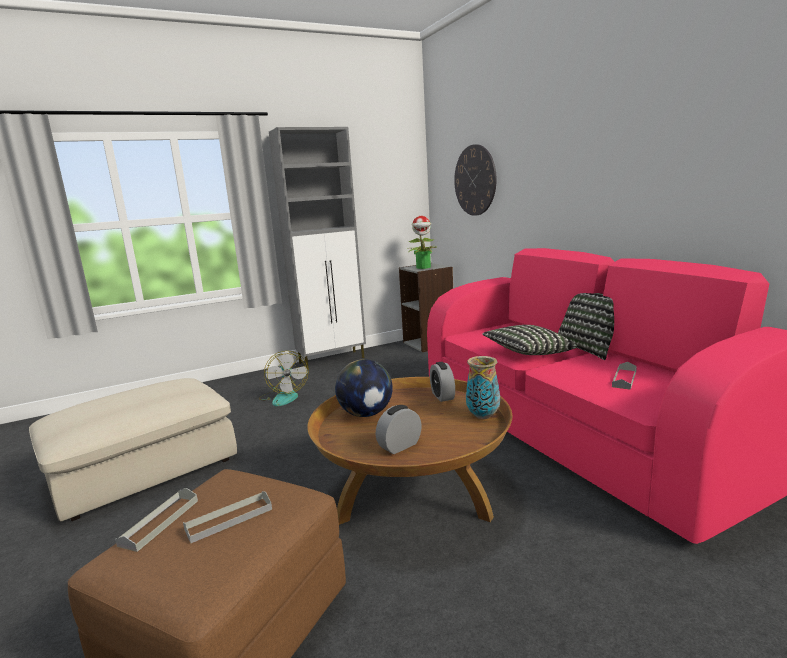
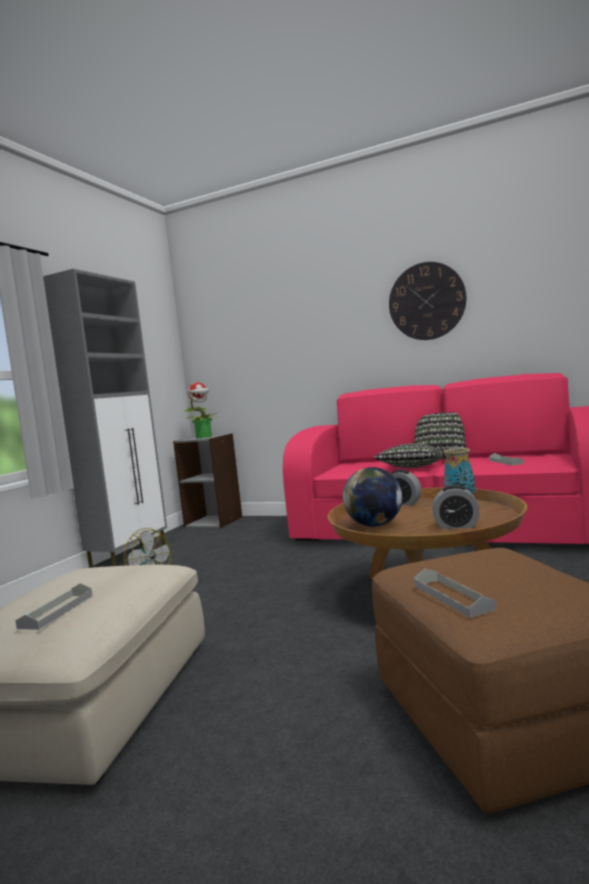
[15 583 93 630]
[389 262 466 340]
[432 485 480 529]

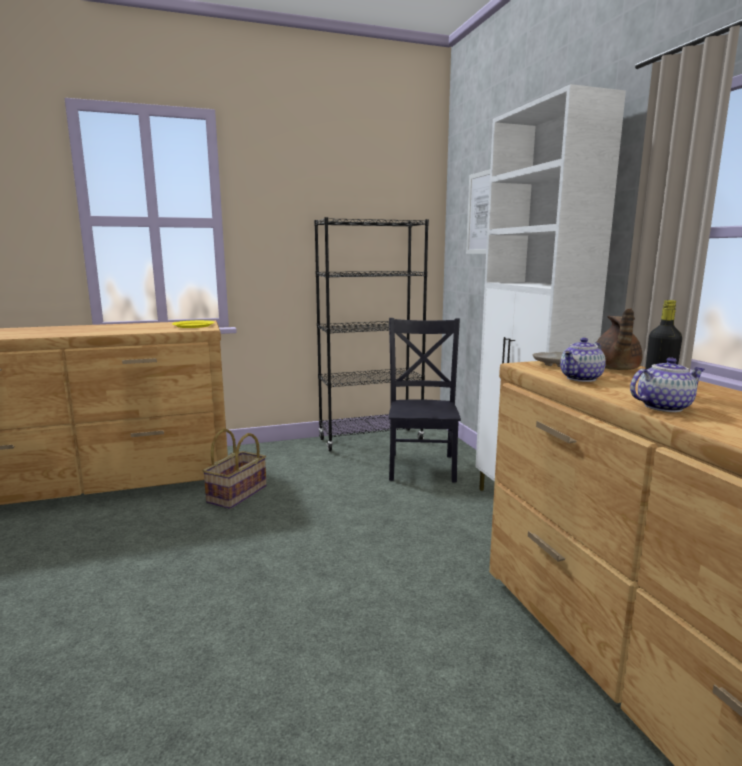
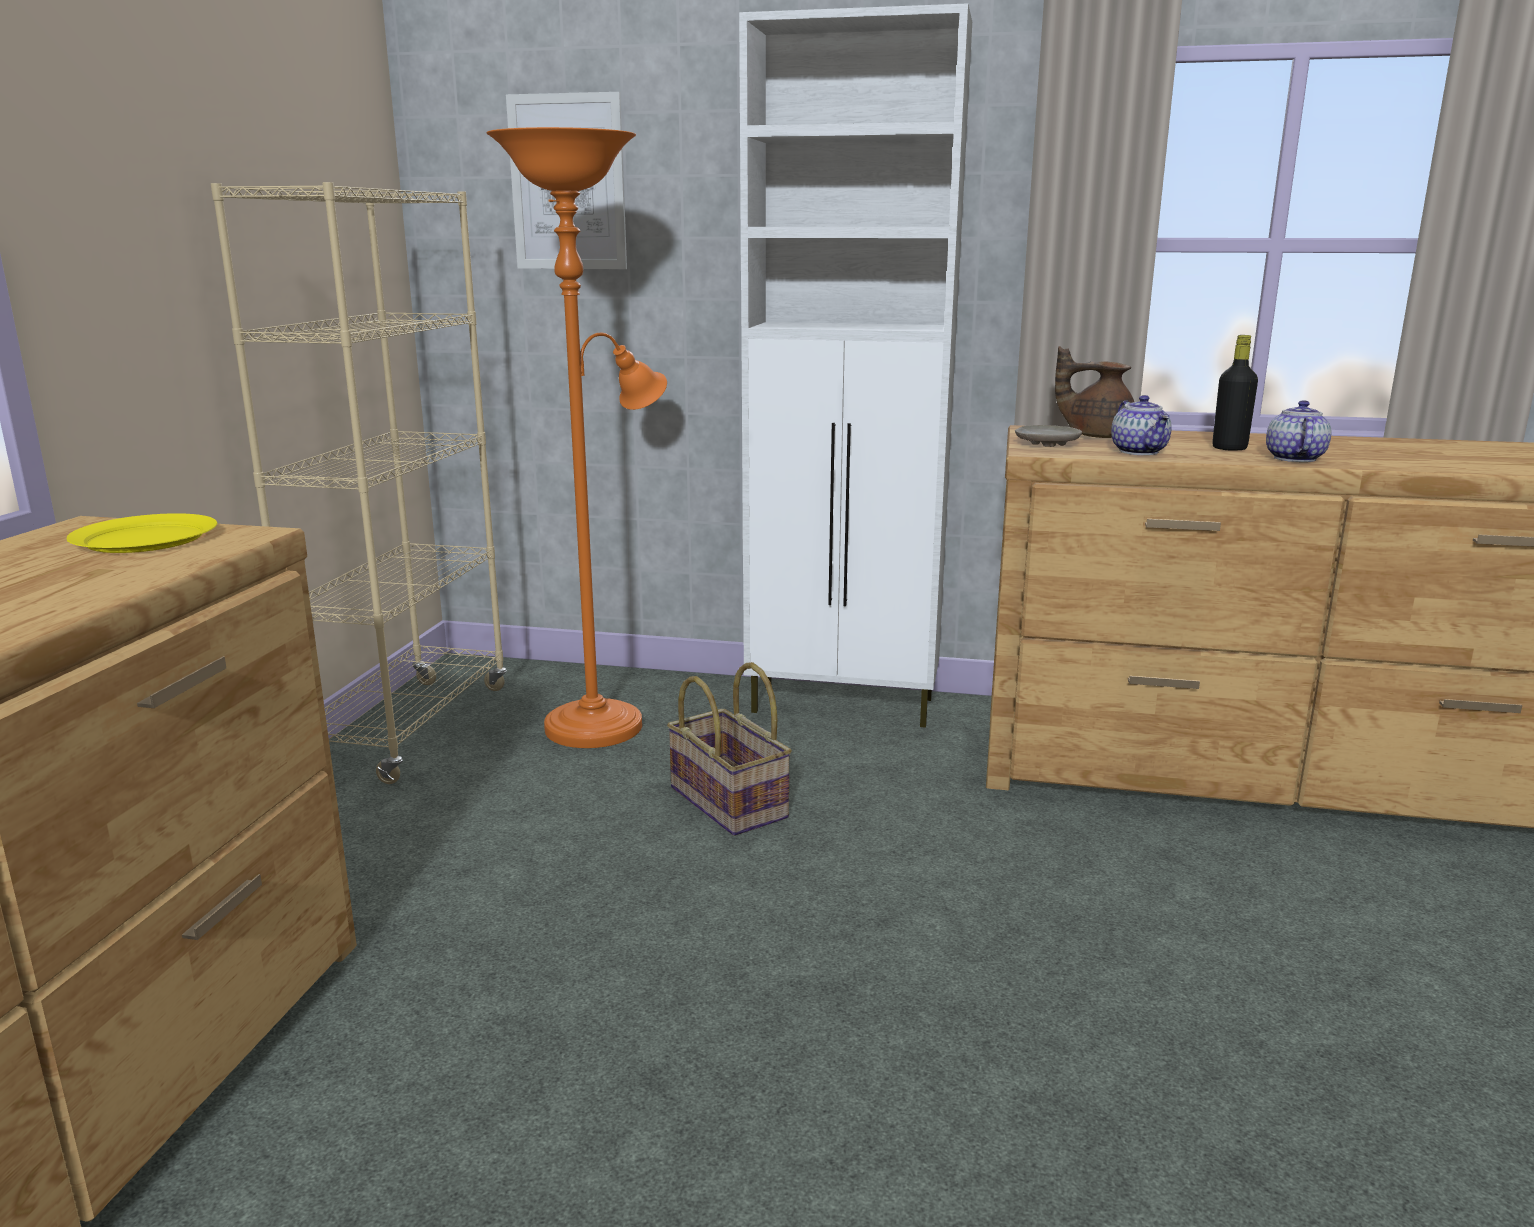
[211 182 507 784]
[486 127 667 748]
[667 662 792 836]
[1055 346 1134 438]

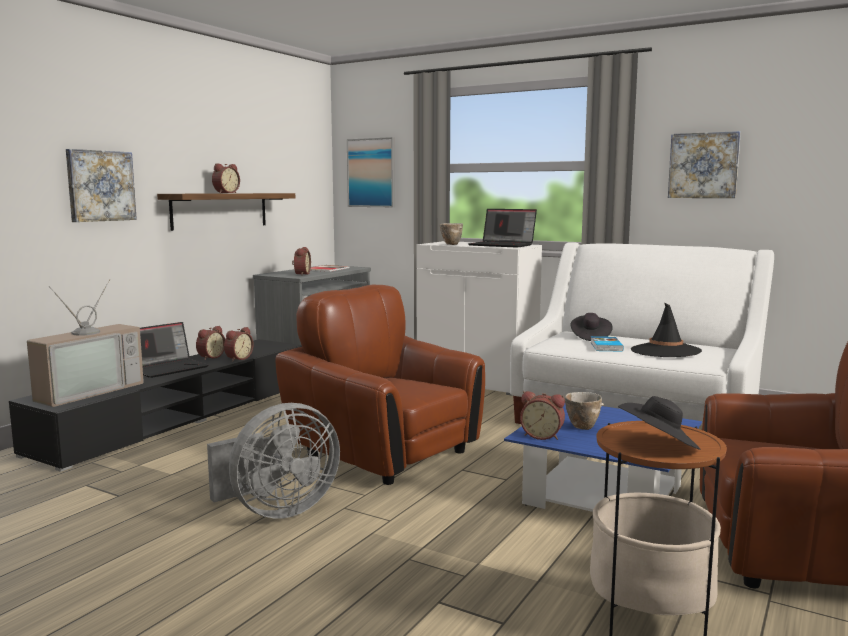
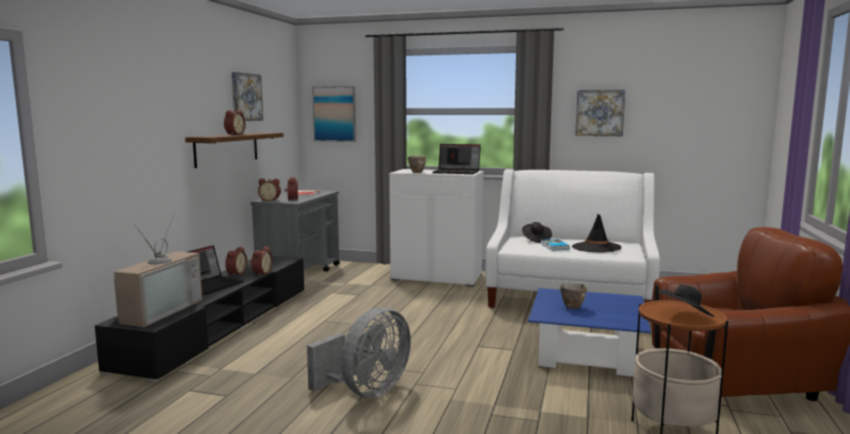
[232 72 263 121]
[258 179 281 201]
[276 285 485 485] (first image)

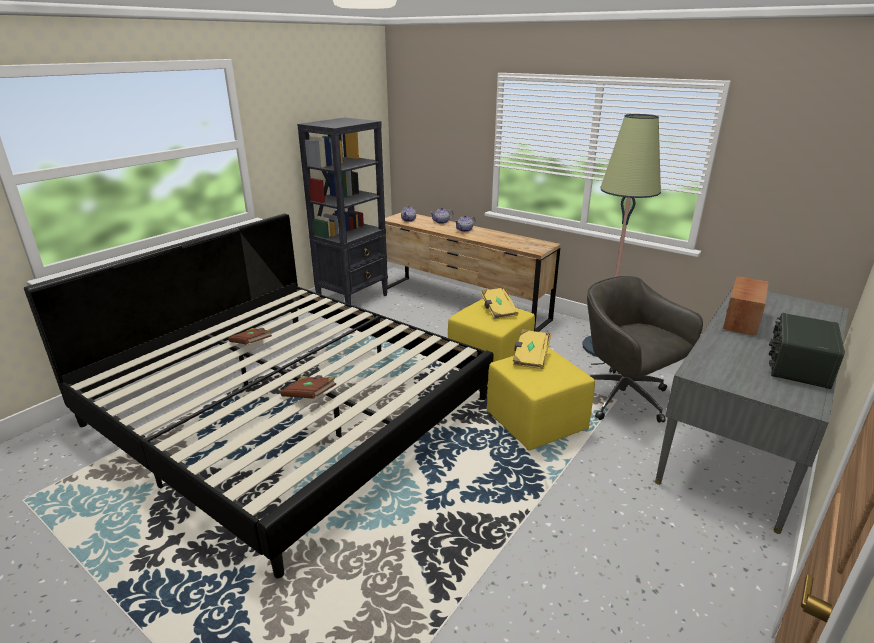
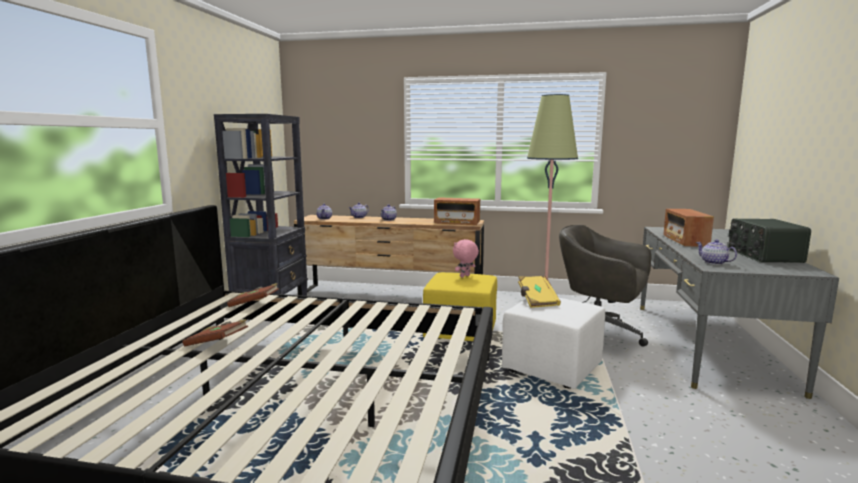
[227 283 279 307]
[434 197 480 225]
[453 239 479 277]
[502 298 605 389]
[696 239 737 265]

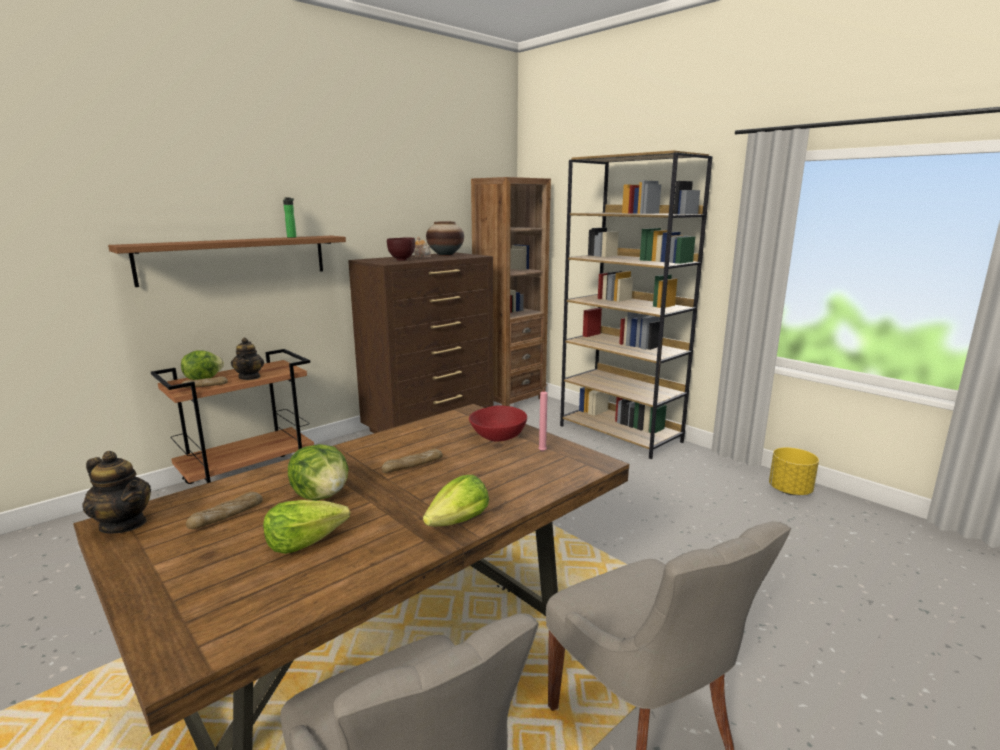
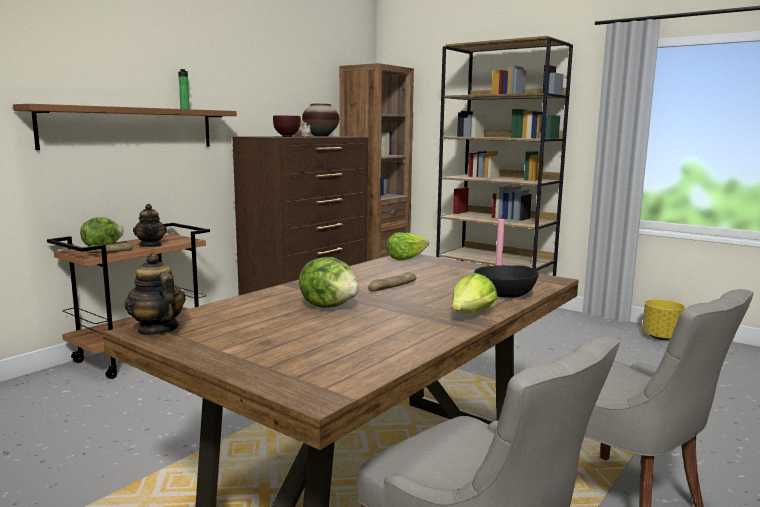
[125 253 186 336]
[386 232 429 260]
[474 265 539 298]
[186 492 263 529] (first image)
[469 405 527 442] (first image)

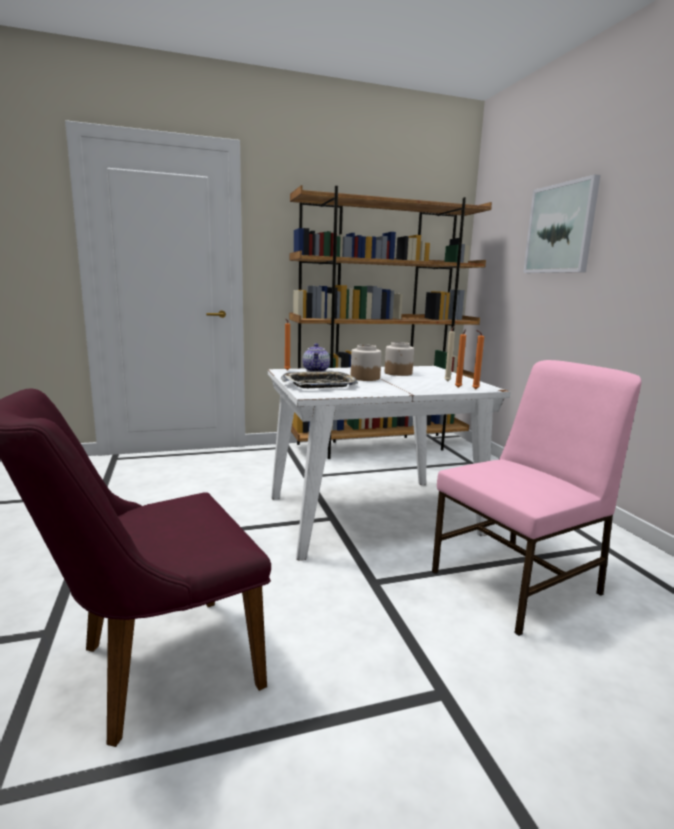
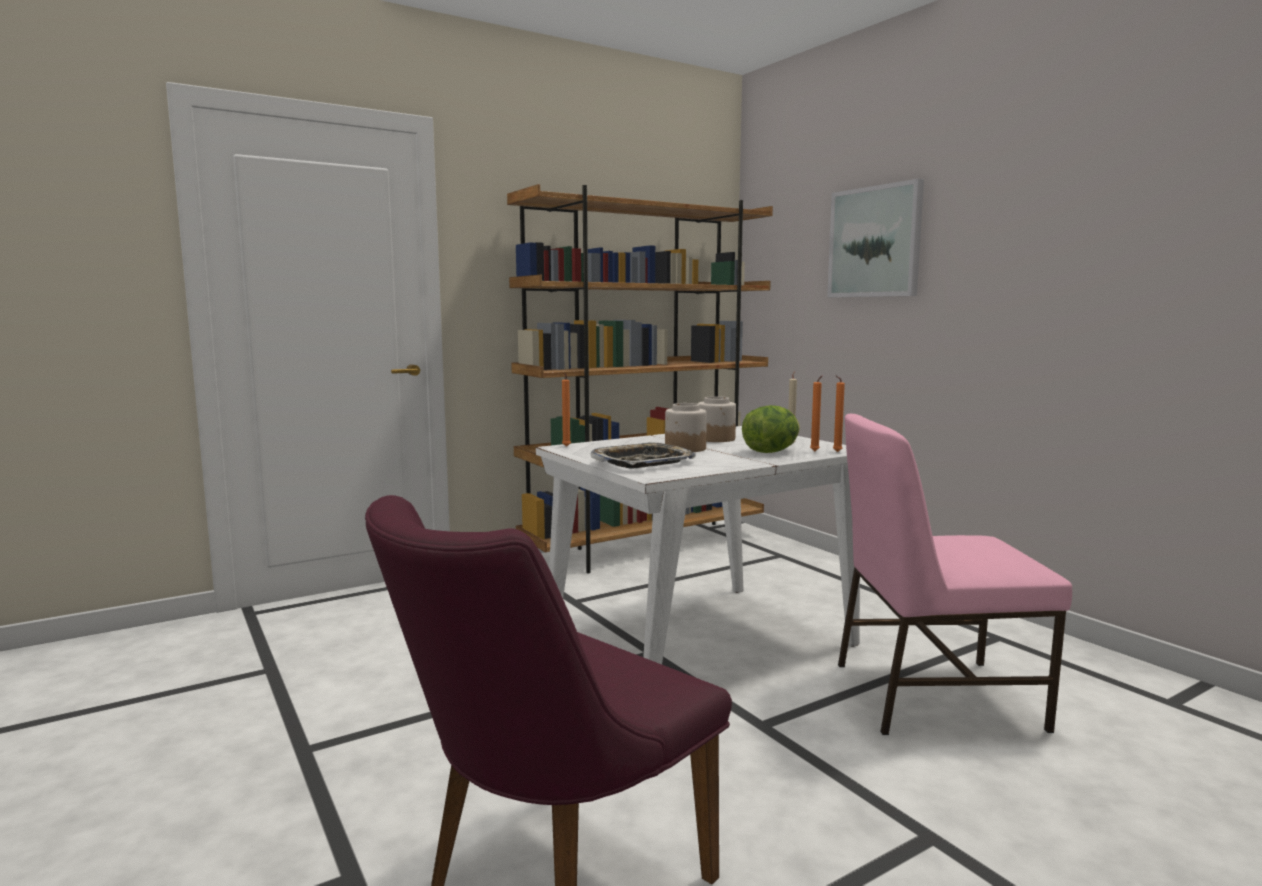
[742 405 800 453]
[838 414 1072 735]
[303 343 330 372] (first image)

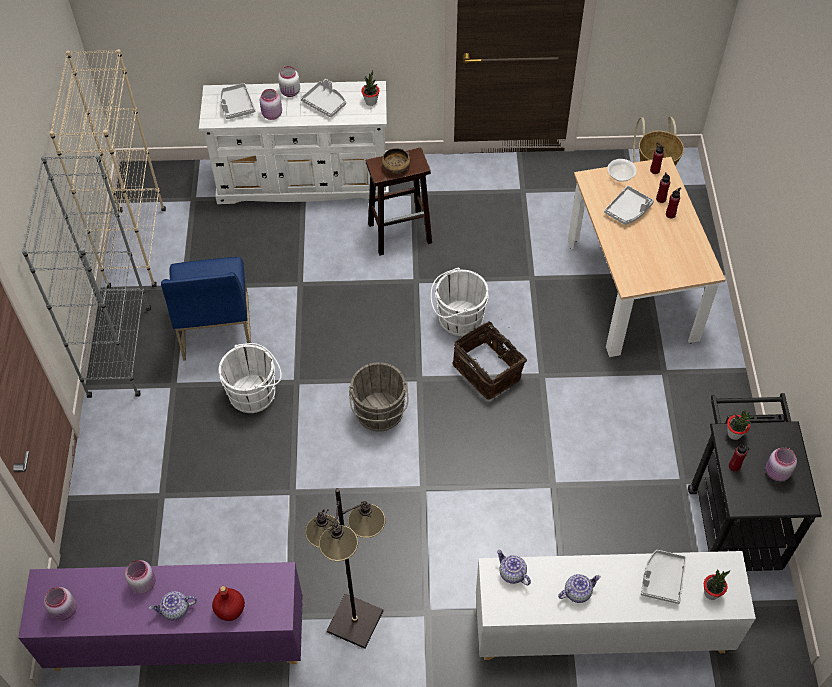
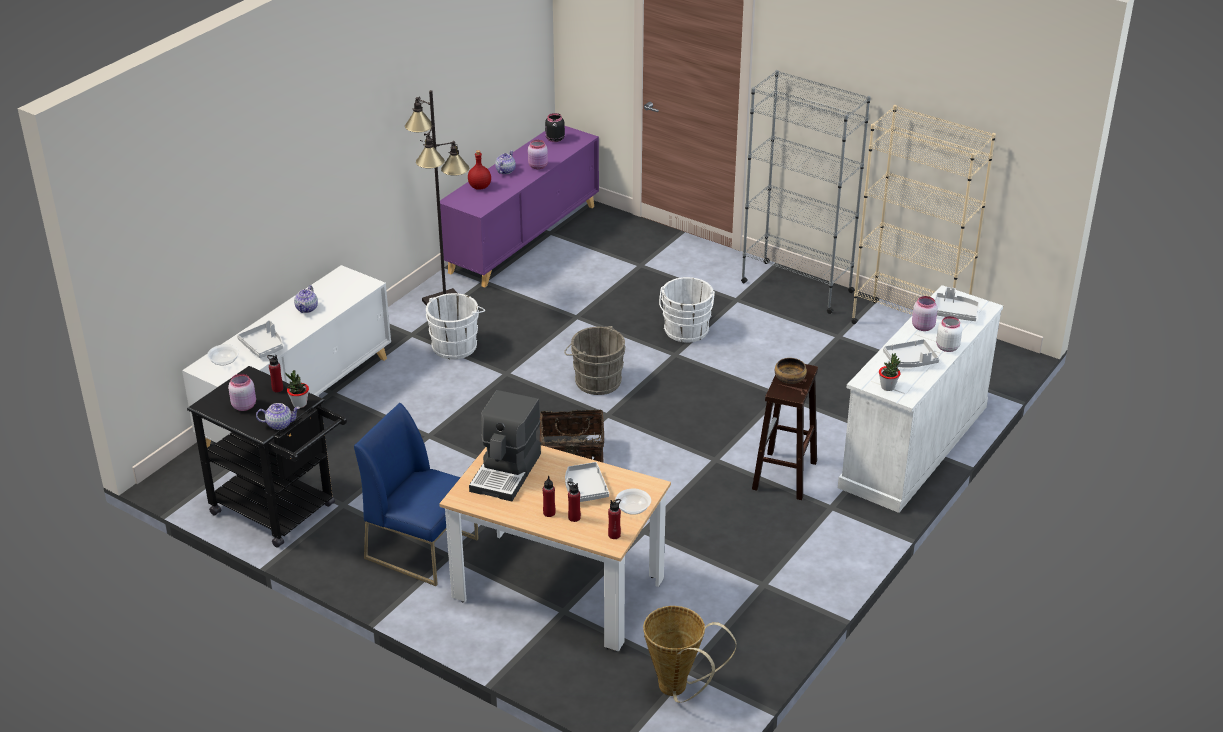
[207 344 239 365]
[256 403 300 430]
[354 403 479 586]
[426 293 485 360]
[469 390 541 501]
[545 113 565 142]

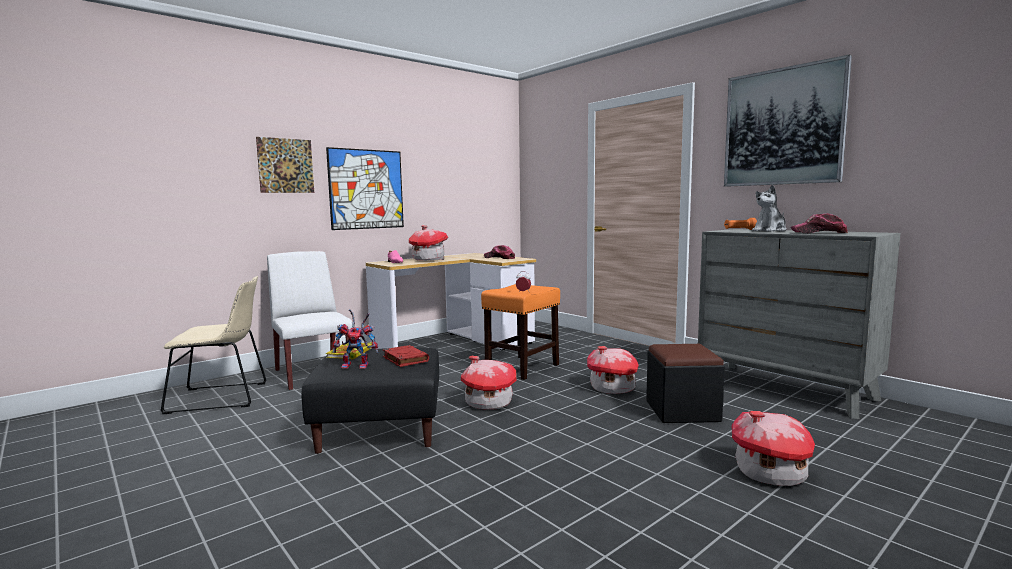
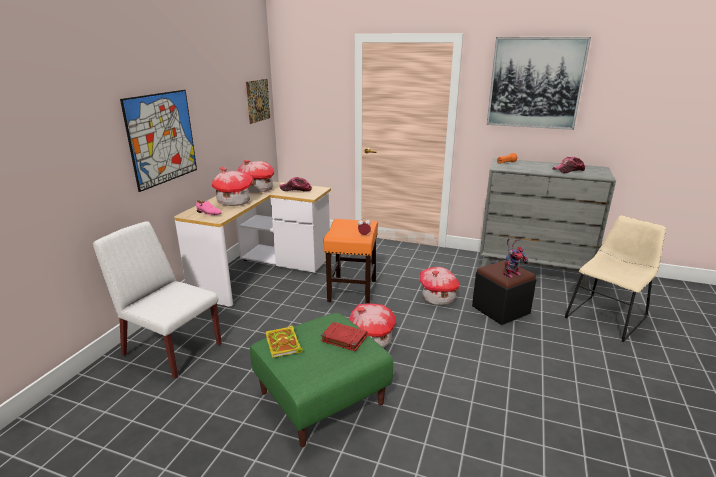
[238 160 274 193]
[246 79 270 124]
[250 313 393 447]
[503 238 528 279]
[565 216 666 342]
[752 185 787 232] (first image)

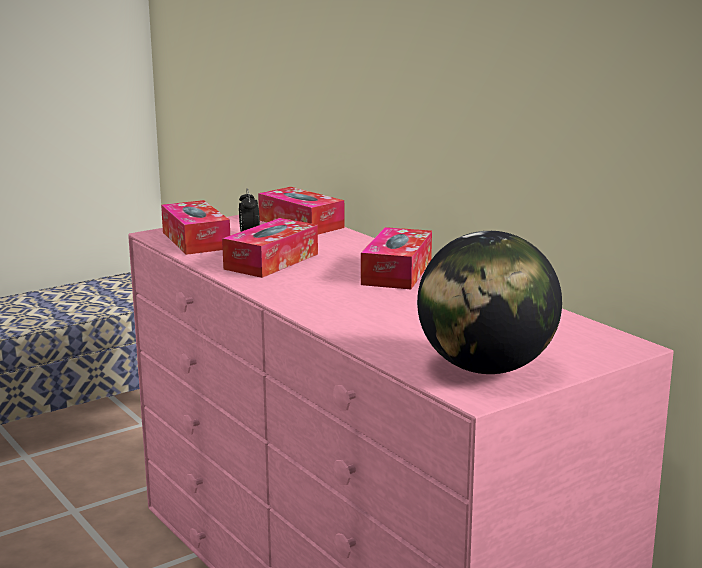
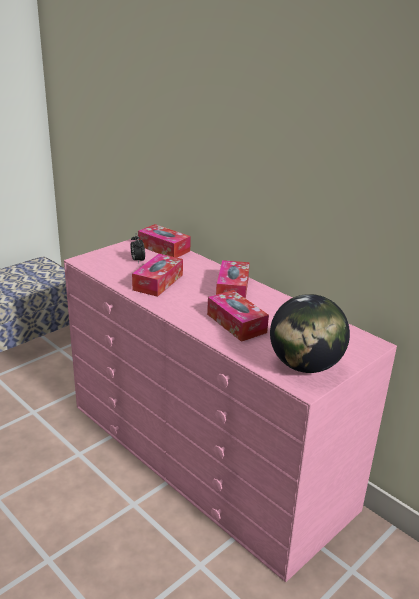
[207 290 269 342]

